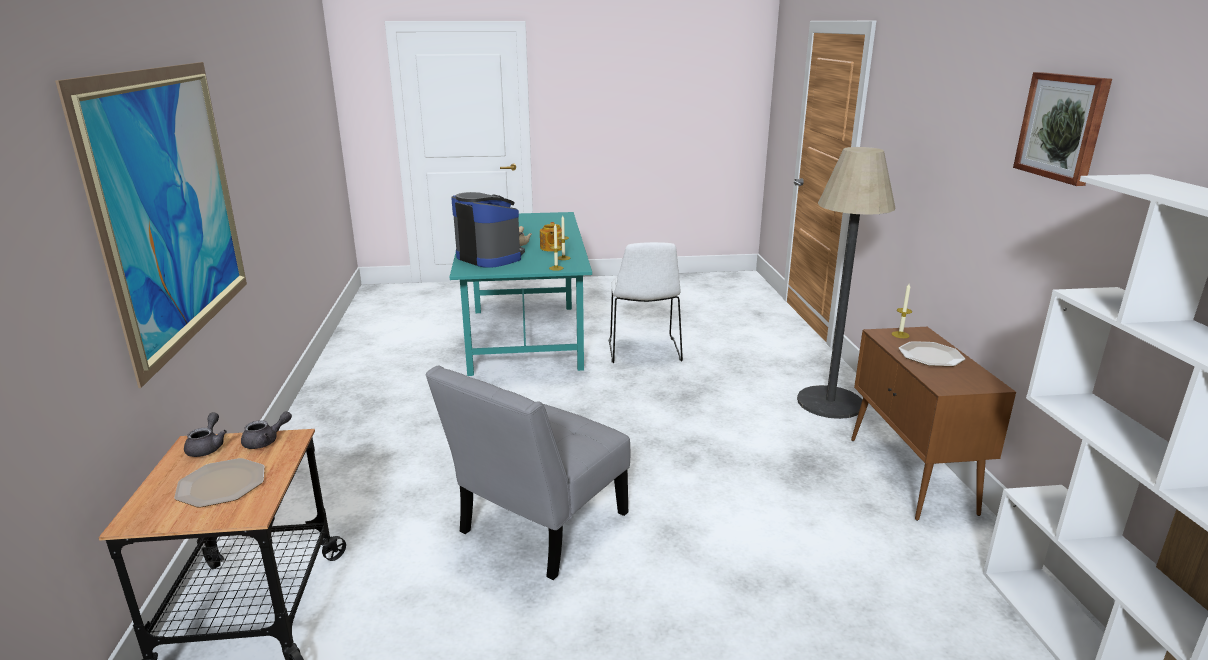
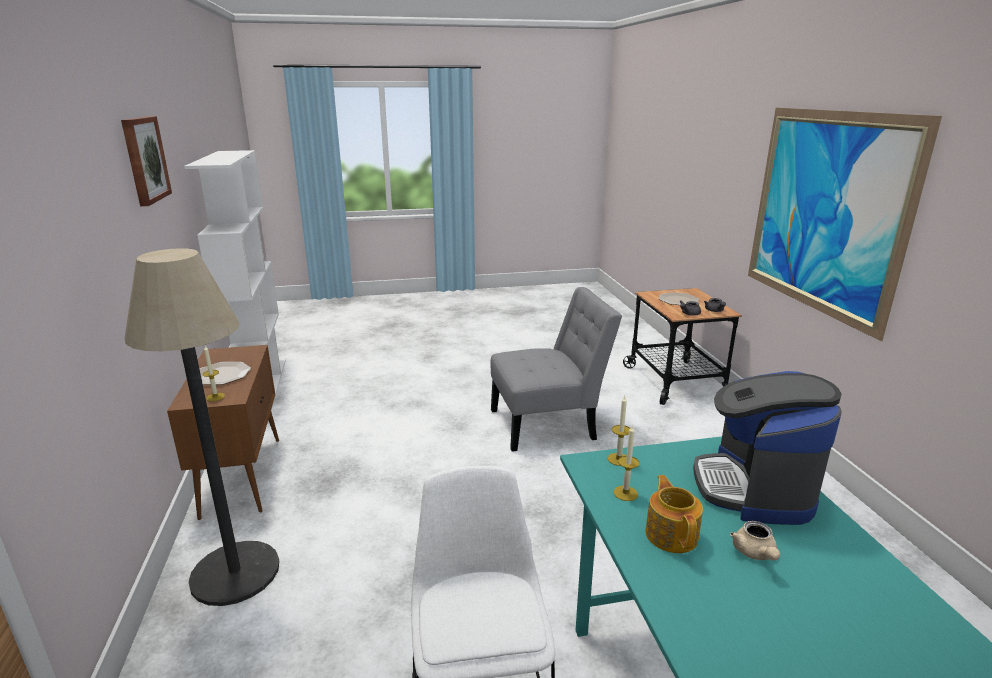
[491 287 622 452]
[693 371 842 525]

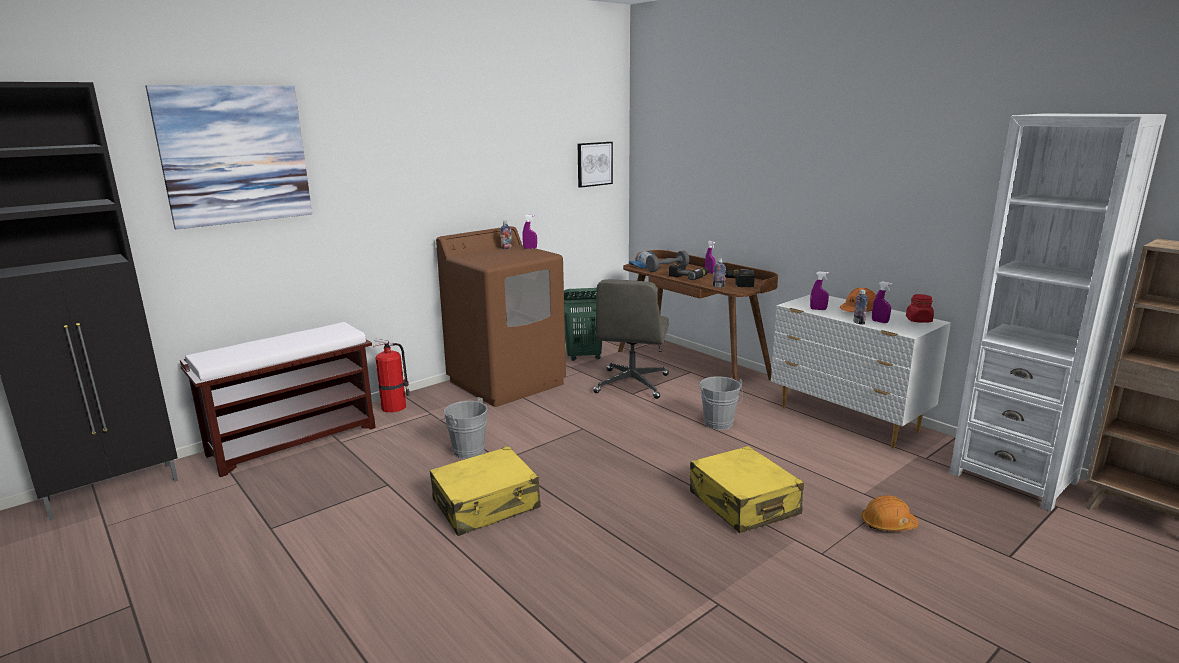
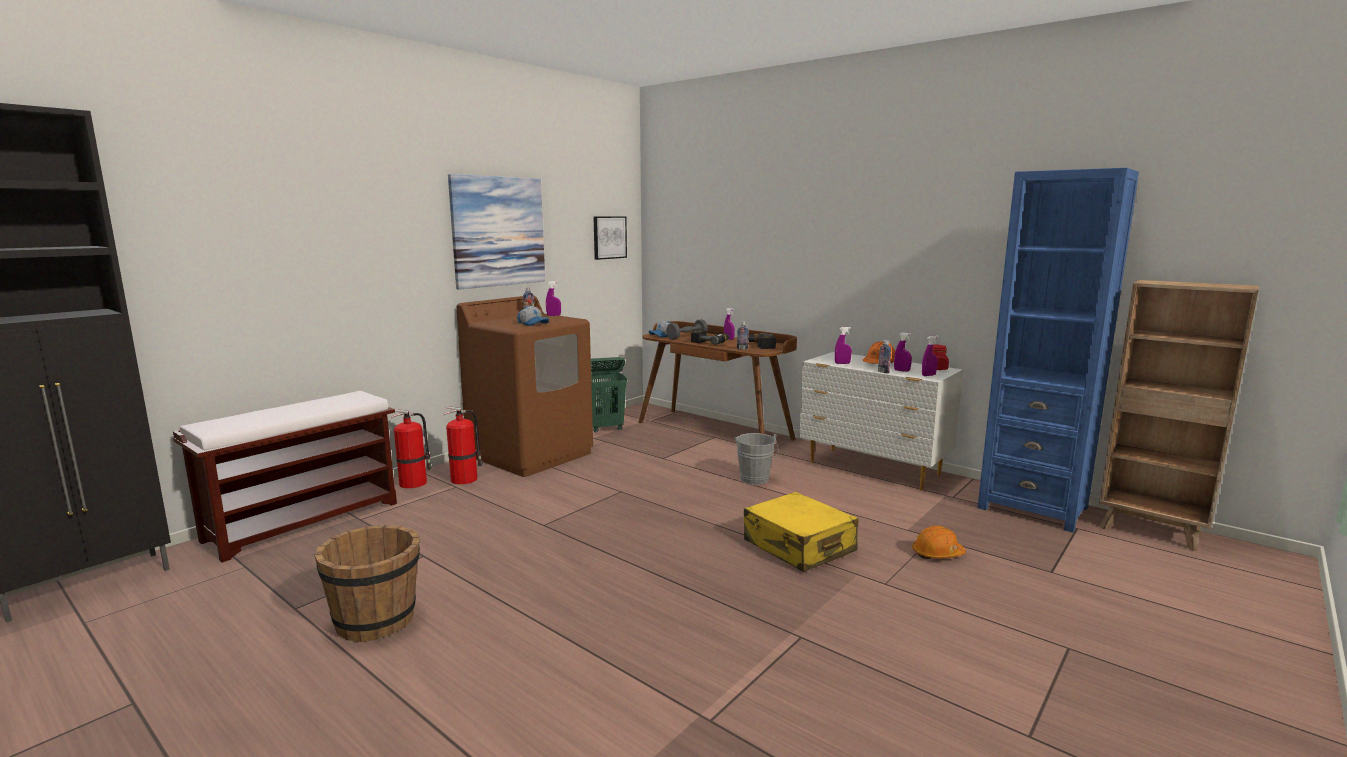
[314 525 420 642]
[444 406 483 485]
[448 174 545 290]
[517 306 549 326]
[922 336 938 376]
[978 168 1139 532]
[430 446 541 536] (first image)
[439 397 488 459] (first image)
[593 279 669 399] (first image)

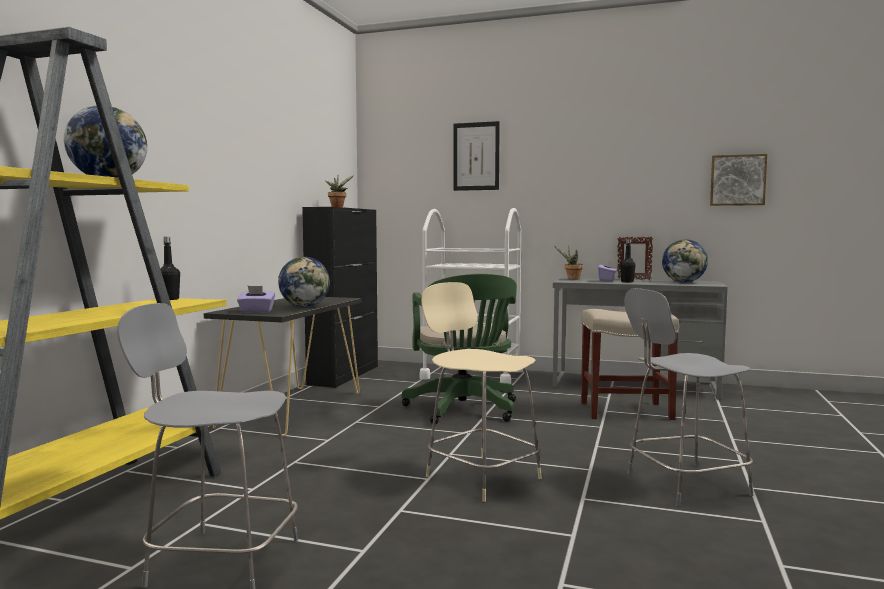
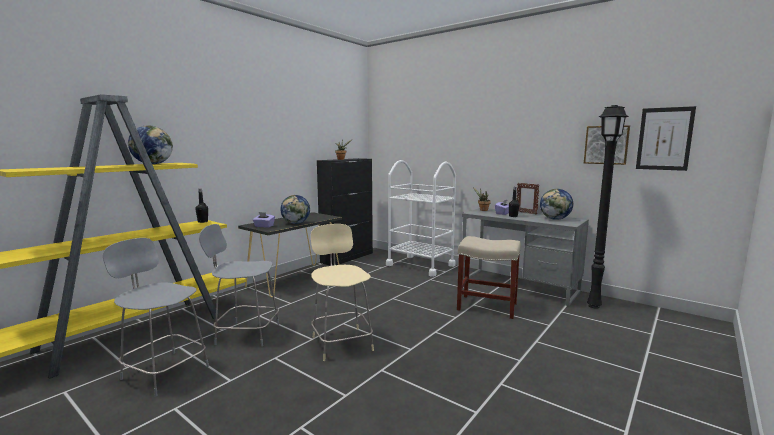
[199 224 279 347]
[587 105 629 309]
[636 106 696 171]
[402 274 517 424] (first image)

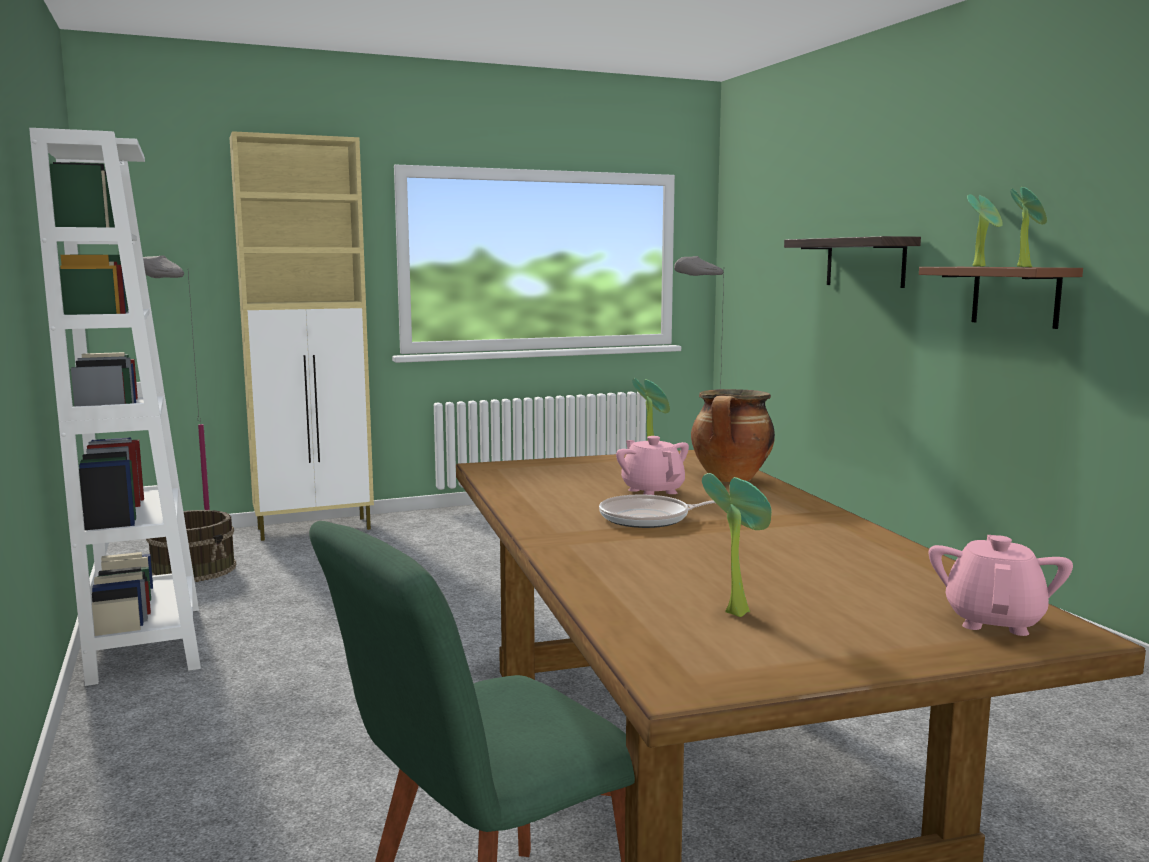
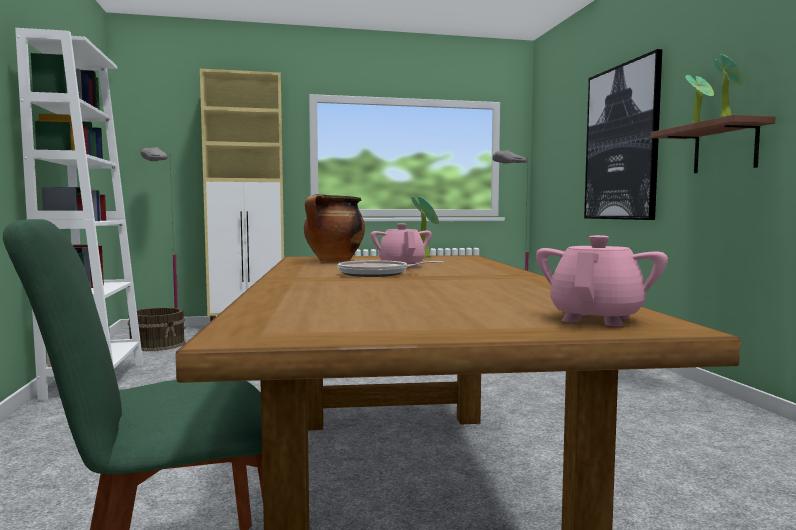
[304 194 365 262]
[584 49 662 220]
[702 473 772 617] (first image)

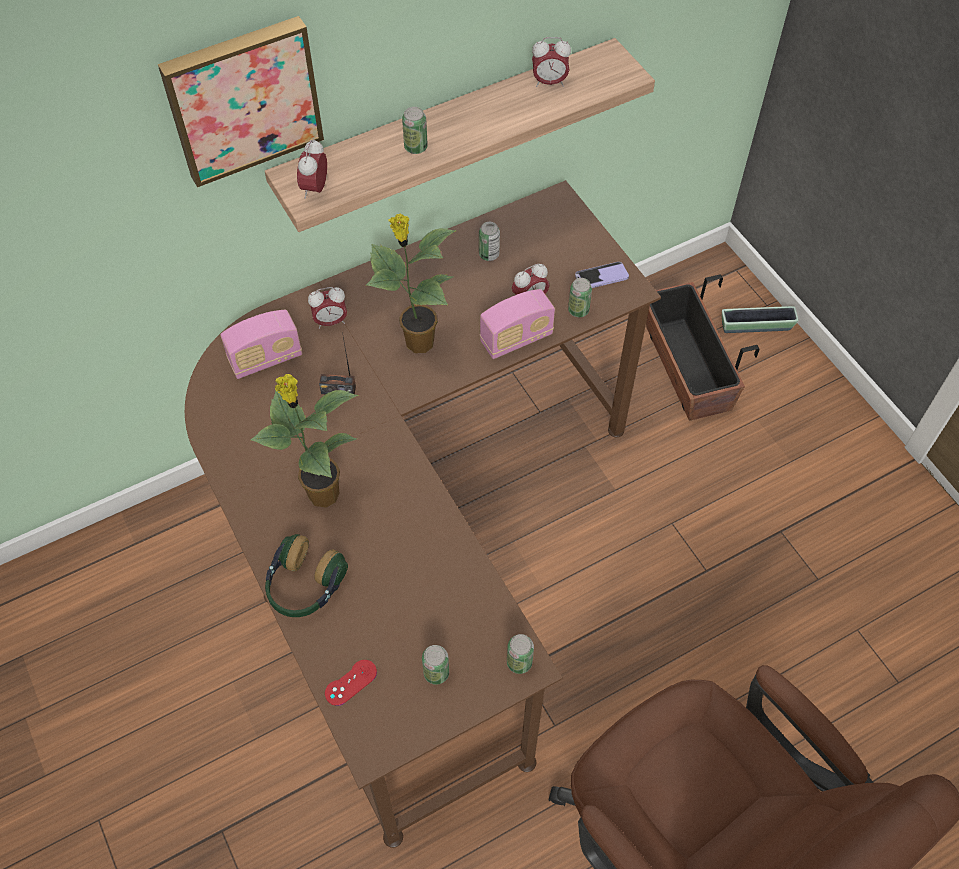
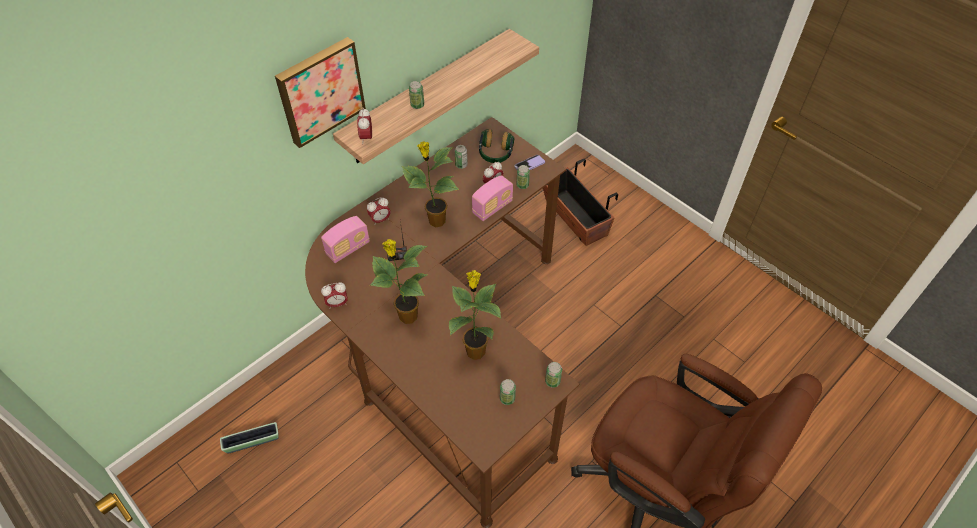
[220 422 279 454]
[321 282 348 309]
[449 270 501 360]
[479 129 514 163]
[325 660 377 706] (first image)

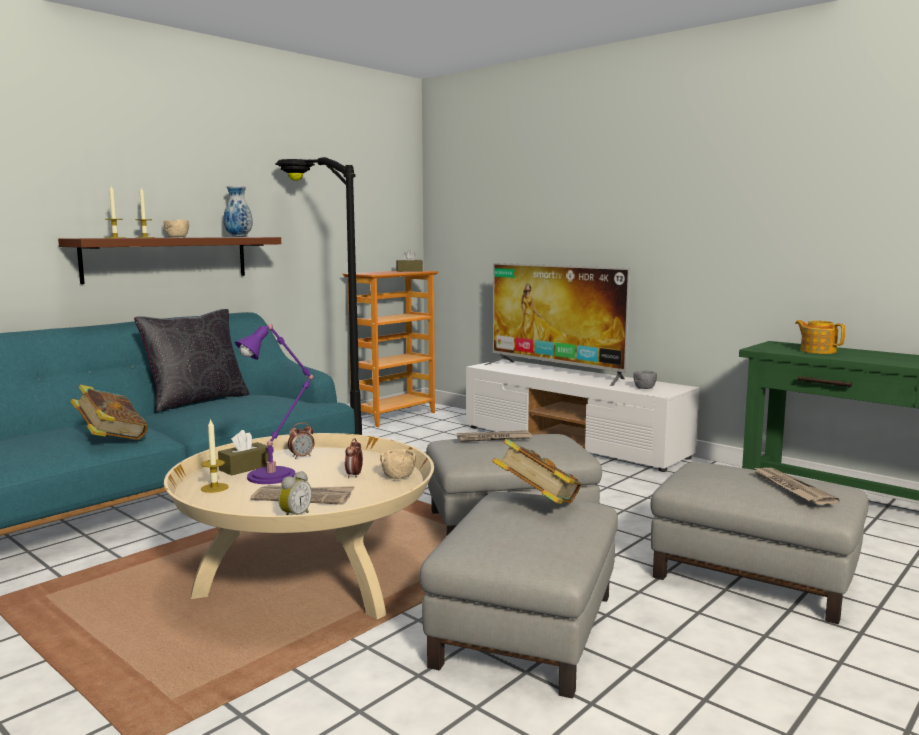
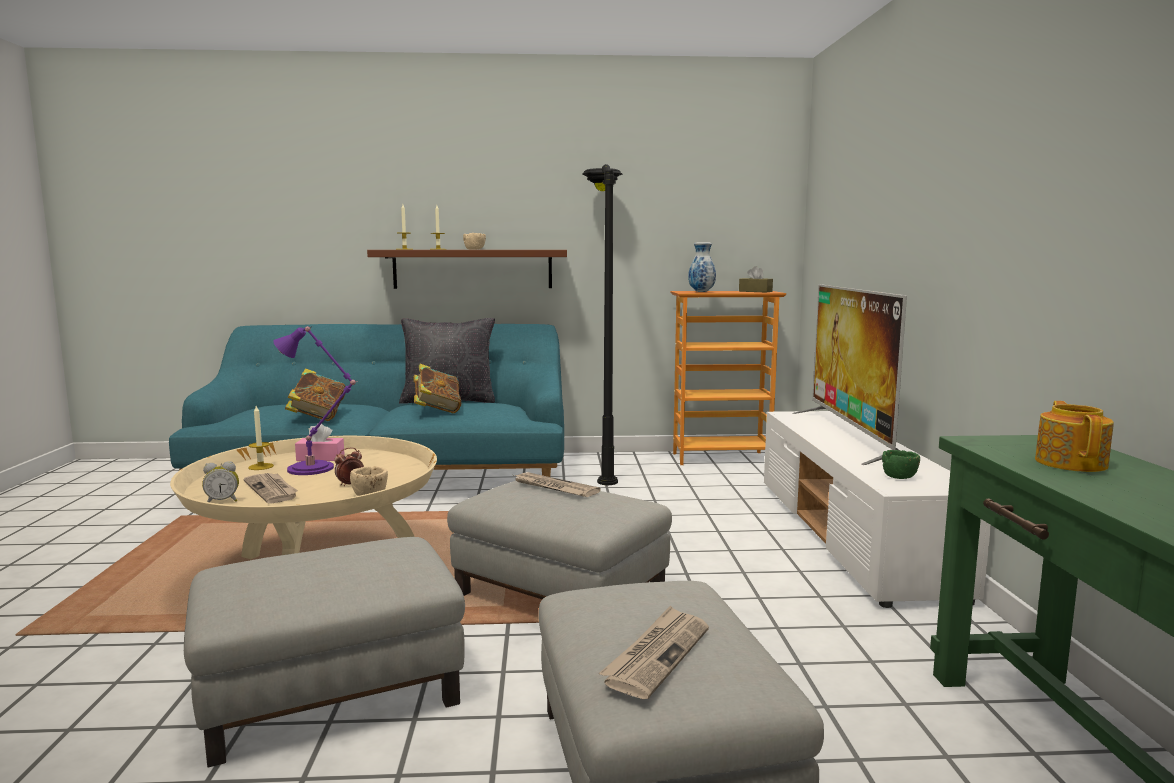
[295 424 345 461]
[414 364 461 413]
[688 242 716 292]
[882 450 920 479]
[288 423 314 459] (first image)

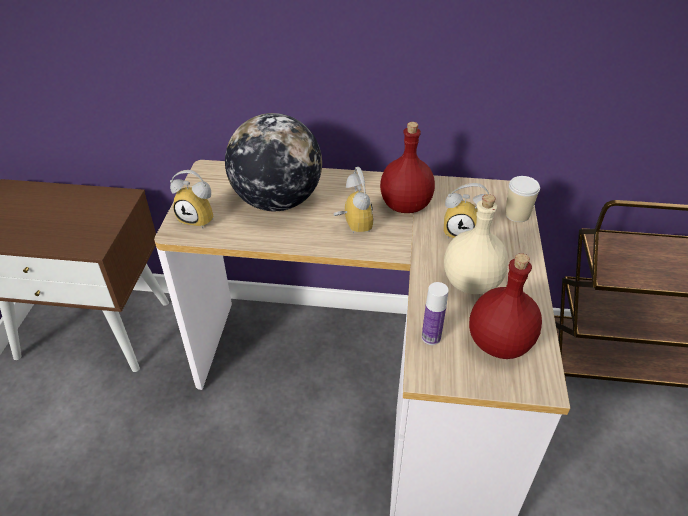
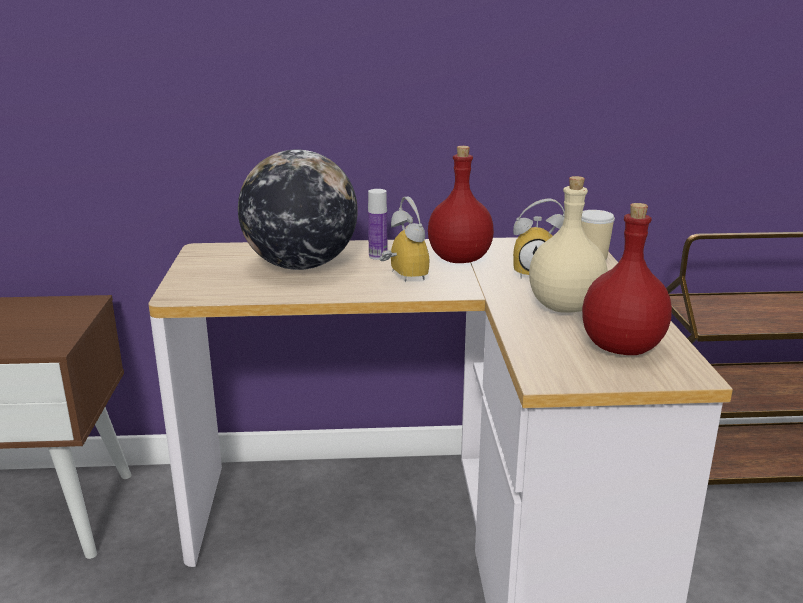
[368 189 387 260]
[170 170 214 229] (first image)

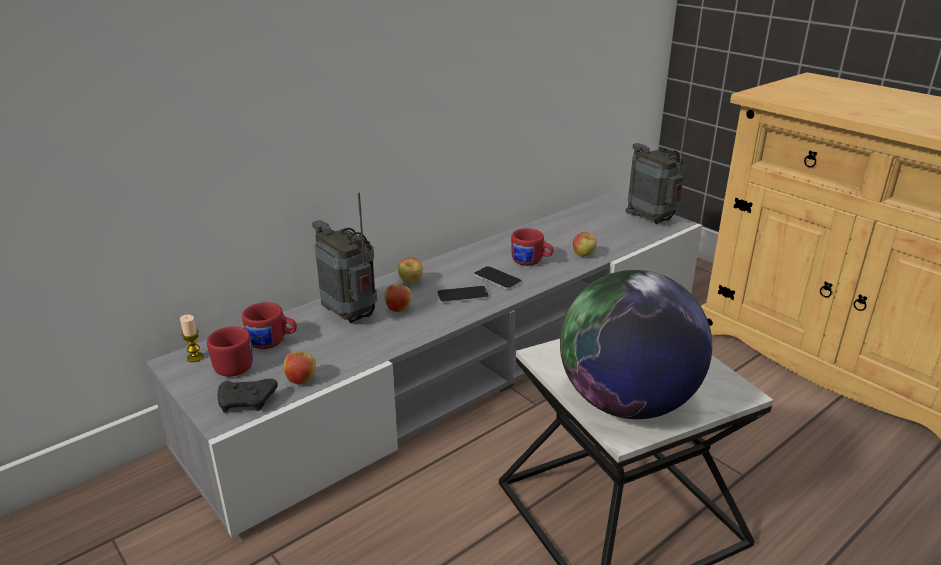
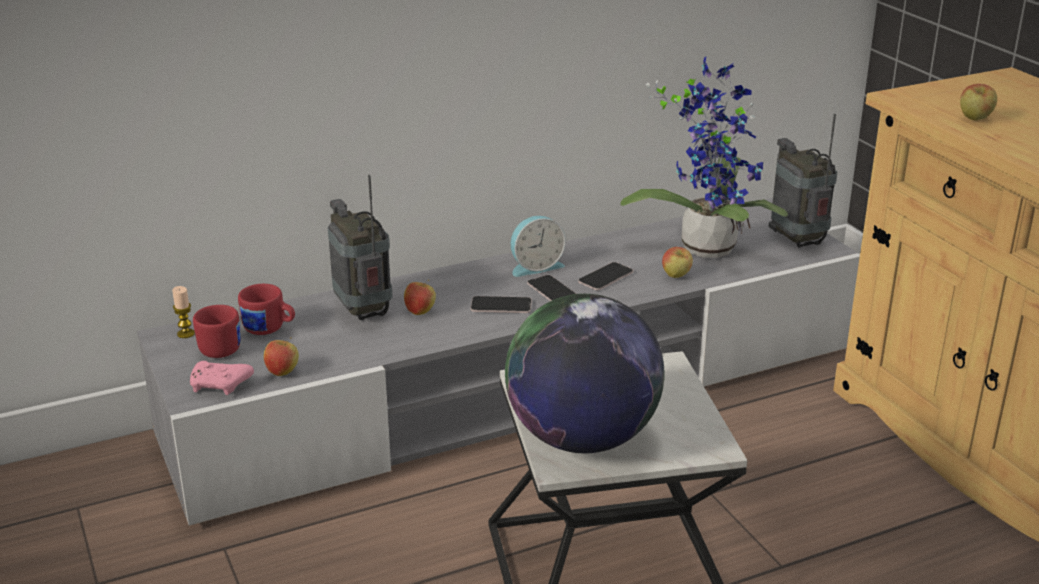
[190 361 254 395]
[511 216 566 277]
[578 262 633 290]
[621 57 788 258]
[960 84 997 121]

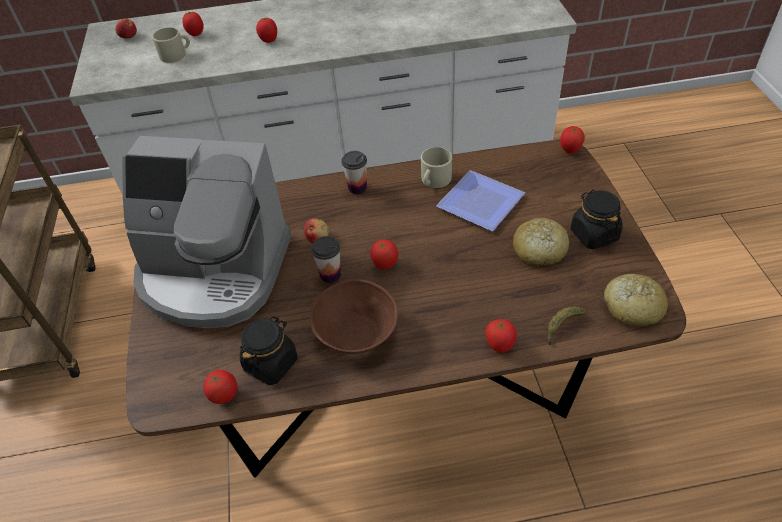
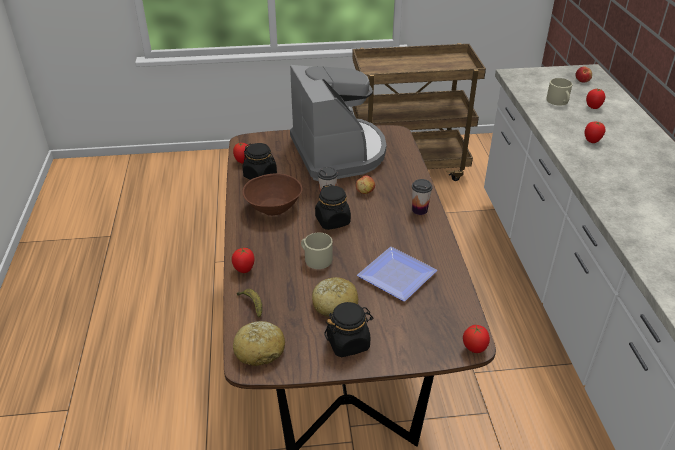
[290 65 386 181]
[301 233 333 269]
[315 184 351 230]

